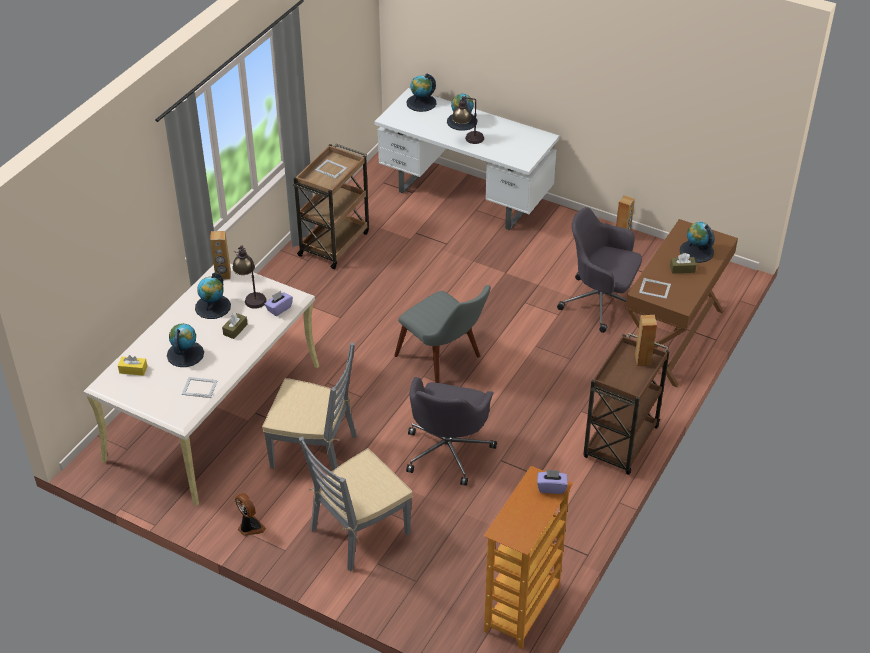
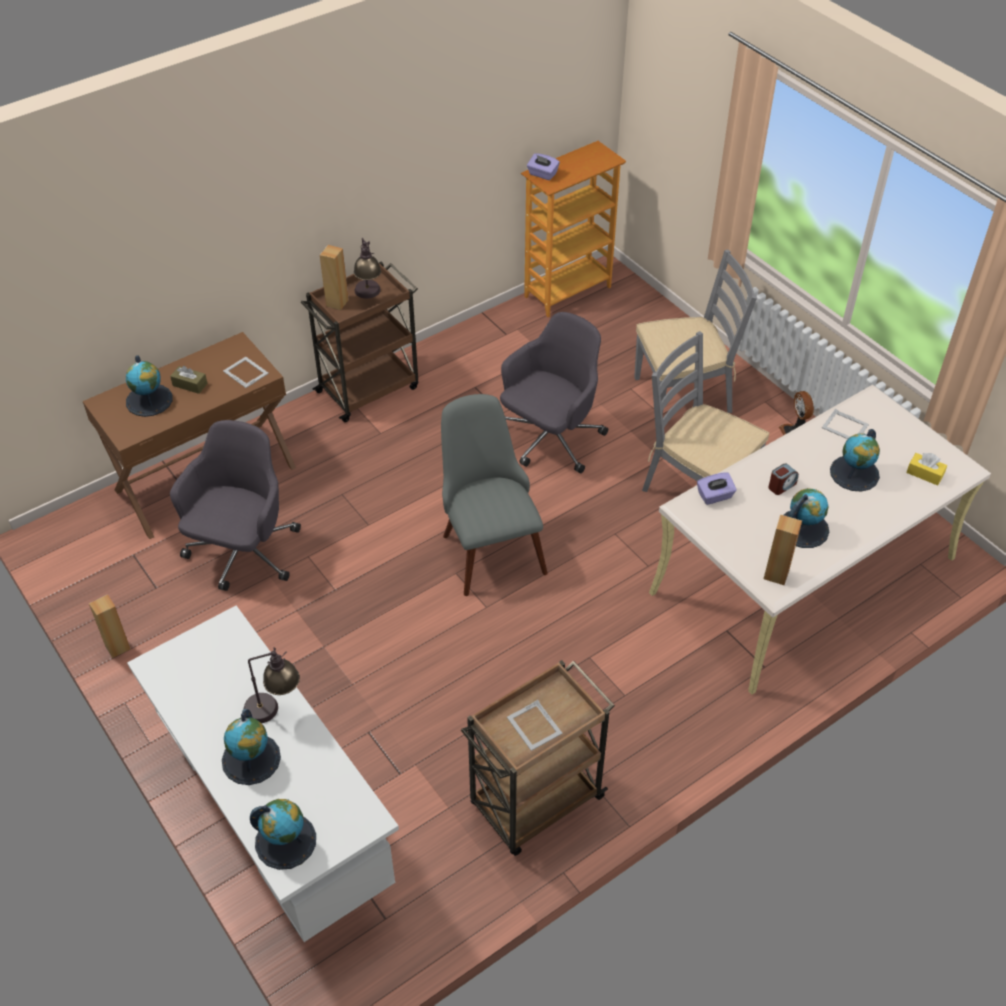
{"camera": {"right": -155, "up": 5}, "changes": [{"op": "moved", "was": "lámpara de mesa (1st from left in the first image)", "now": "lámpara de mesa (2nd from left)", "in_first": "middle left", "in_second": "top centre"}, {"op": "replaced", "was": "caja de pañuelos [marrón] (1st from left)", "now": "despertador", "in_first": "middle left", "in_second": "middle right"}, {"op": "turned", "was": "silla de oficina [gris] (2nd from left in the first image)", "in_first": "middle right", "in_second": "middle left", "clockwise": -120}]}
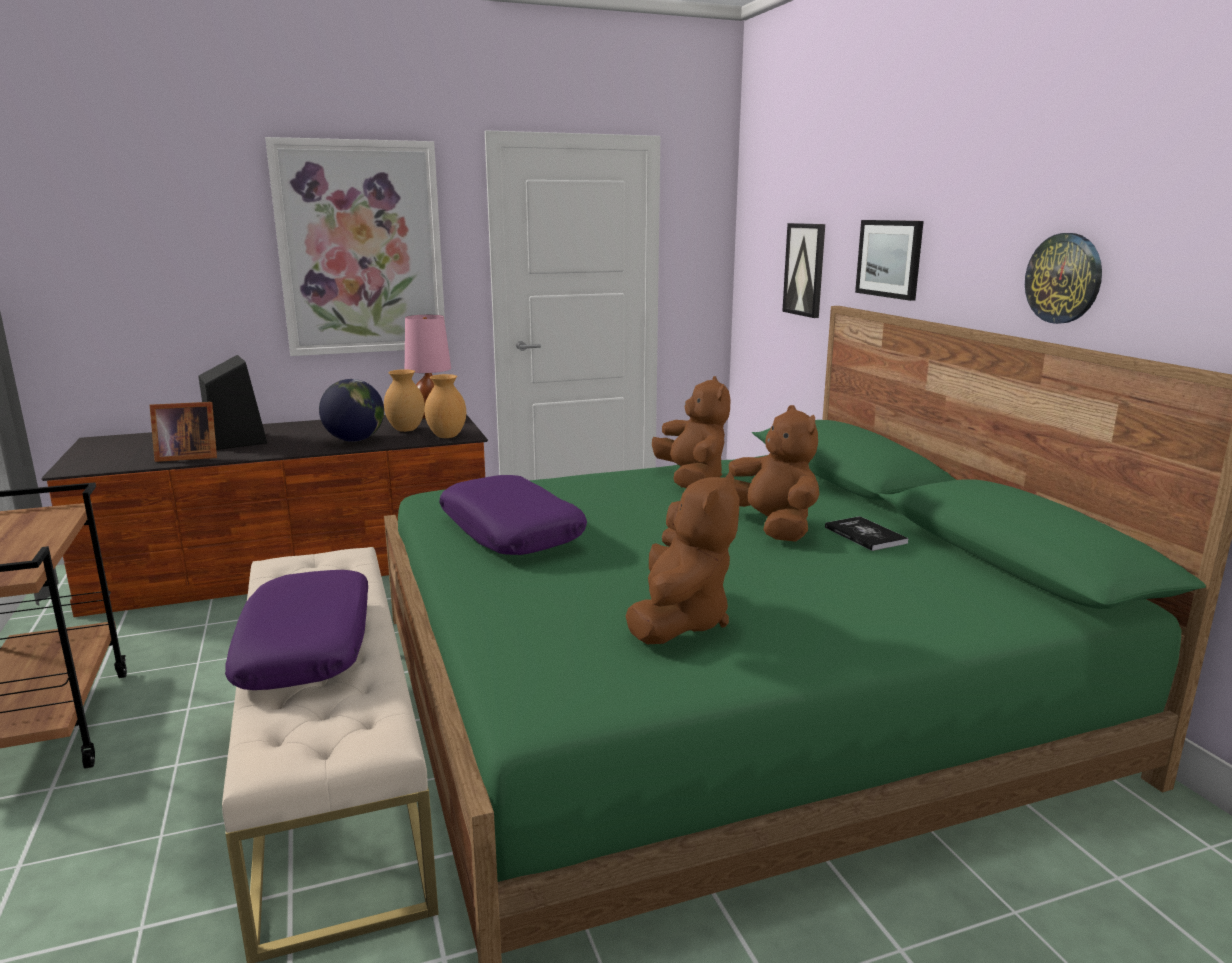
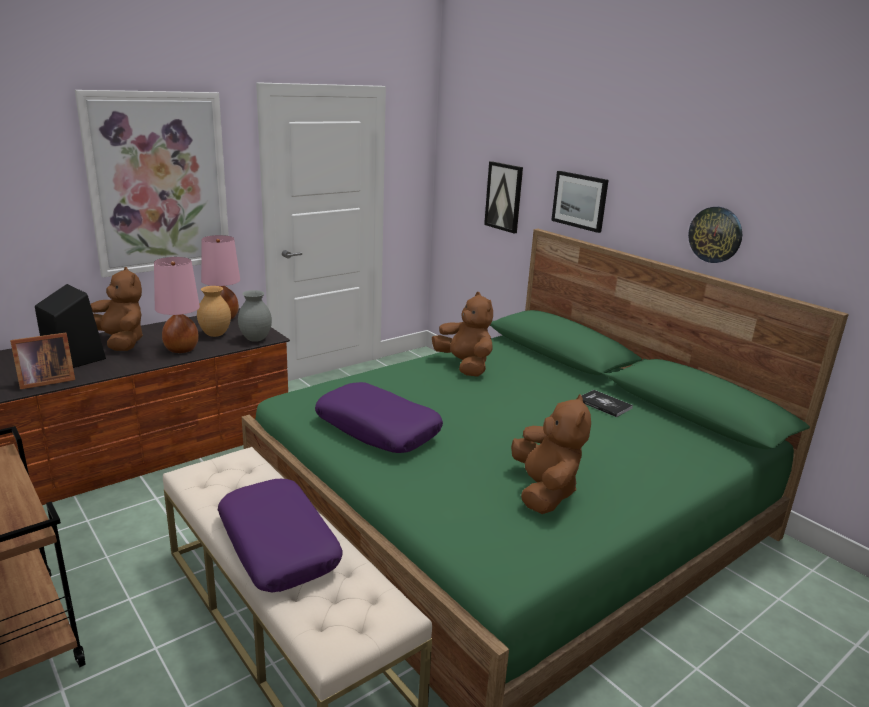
{"camera": {"right": -20, "up": 5}, "changes": [{"op": "moved", "was": "peluche [marrón] (3rd from left in the first image)", "now": "peluche [marrón] (1st from left)", "in_first": "centre", "in_second": "middle left"}, {"op": "replaced", "was": "globo terráqueo", "now": "lámpara de mesa [rosa] (1st from left)", "in_first": "middle left", "in_second": "middle left"}, {"op": "recoloured", "was": "florero [marrón] (2nd from left)", "now": "florero [gris]", "in_first": "centre", "in_second": "middle left"}]}
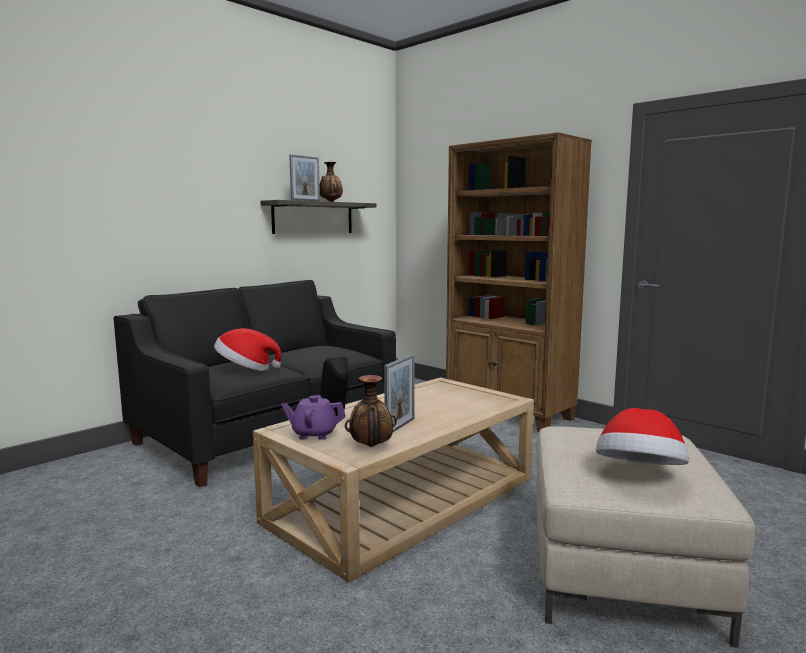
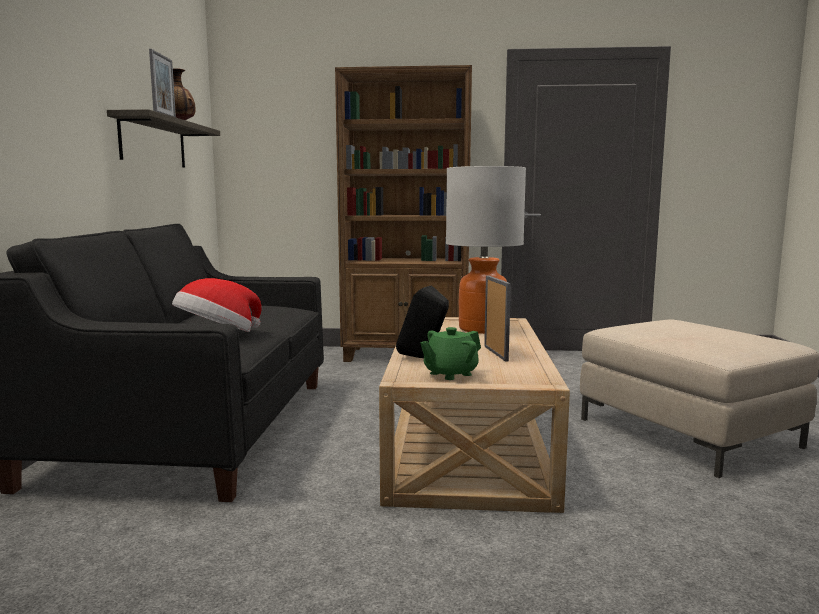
{"camera": {"right": -40, "up": 0}, "changes": [{"op": "removed", "was": "florero (2nd from left)", "in_first": "centre"}, {"op": "removed", "was": "sombrero (2nd from left)", "in_first": "bottom right"}, {"op": "added", "now": "lámpara de mesa", "in_second": "centre"}, {"op": "recoloured", "was": "tetera [morado]", "now": "tetera [verde]", "in_first": "centre", "in_second": "centre"}]}
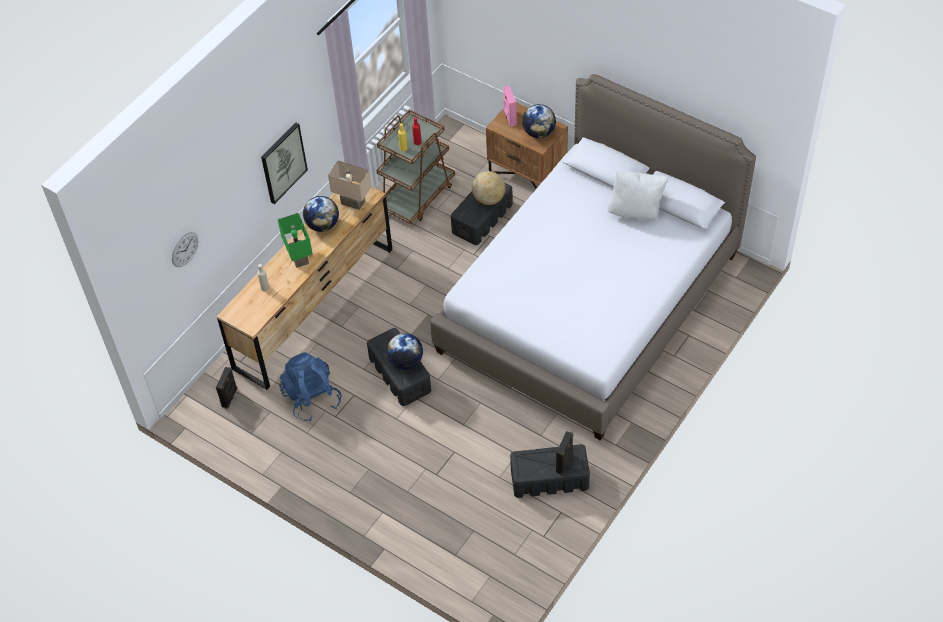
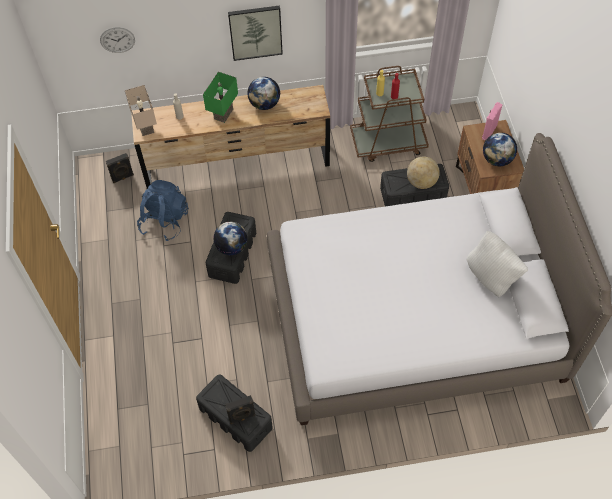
{"camera": {"right": 45, "up": 5}, "changes": [{"op": "moved", "was": "lámpara de mesa [beis]", "in_first": "top centre", "in_second": "top left"}]}
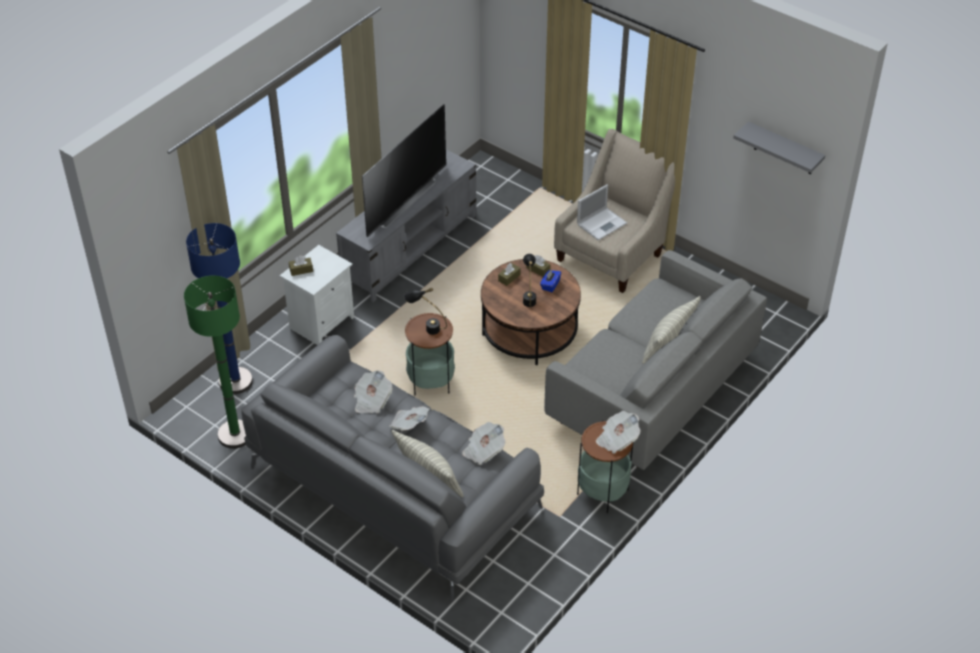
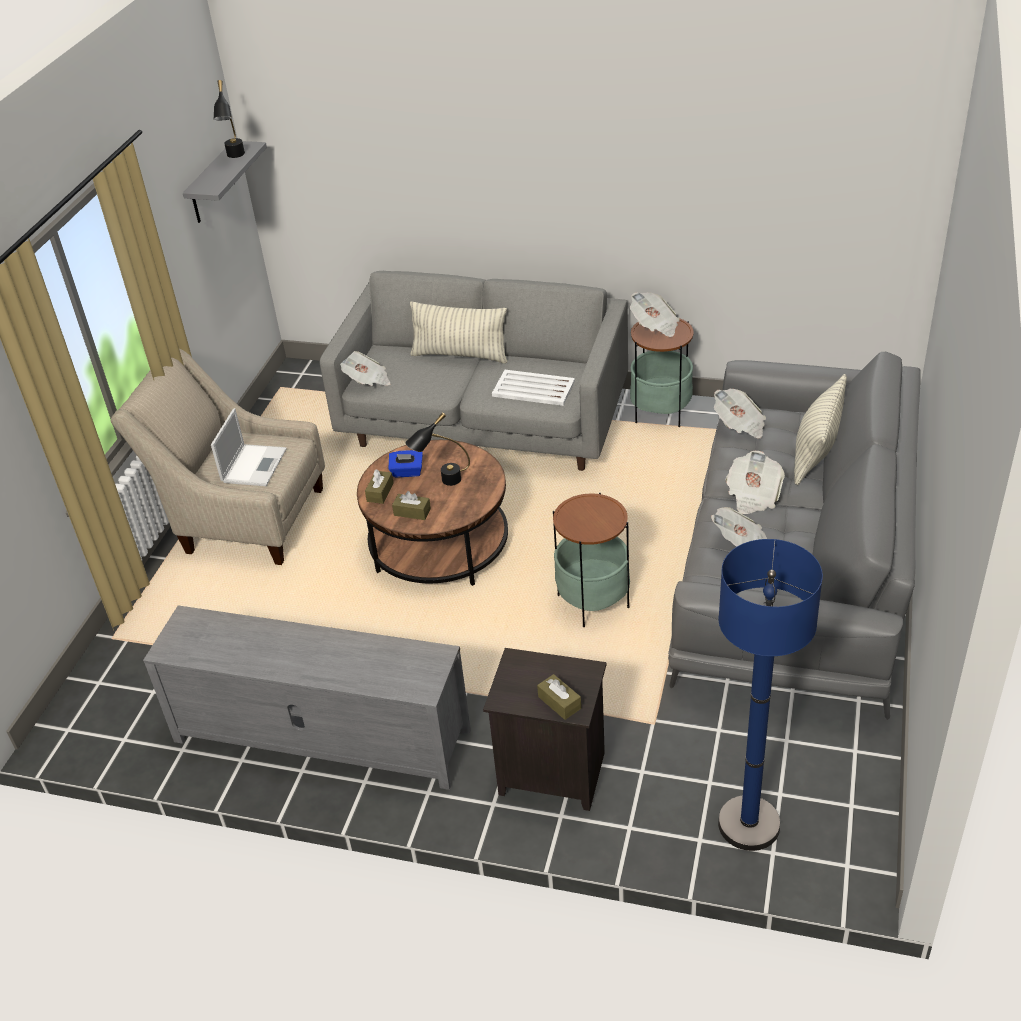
{"camera": {"right": -110, "up": -5}, "changes": [{"op": "removed", "was": "lámpara de pie [verde]", "in_first": "middle left"}, {"op": "removed", "was": "televisor", "in_first": "top centre"}, {"op": "added", "now": "periódico (1st from left)", "in_second": "centre"}, {"op": "added", "now": "bandeja [blanco]", "in_second": "centre"}, {"op": "moved", "was": "lámpara de mesa [negro] (1st from left)", "in_first": "centre", "in_second": "top left"}, {"op": "recoloured", "was": "mesita de noche [blanco]", "now": "mesita de noche [negro]", "in_first": "middle left", "in_second": "bottom centre"}, {"op": "turned", "was": "portátil", "in_first": "top centre", "in_second": "middle left", "clockwise": 75}]}
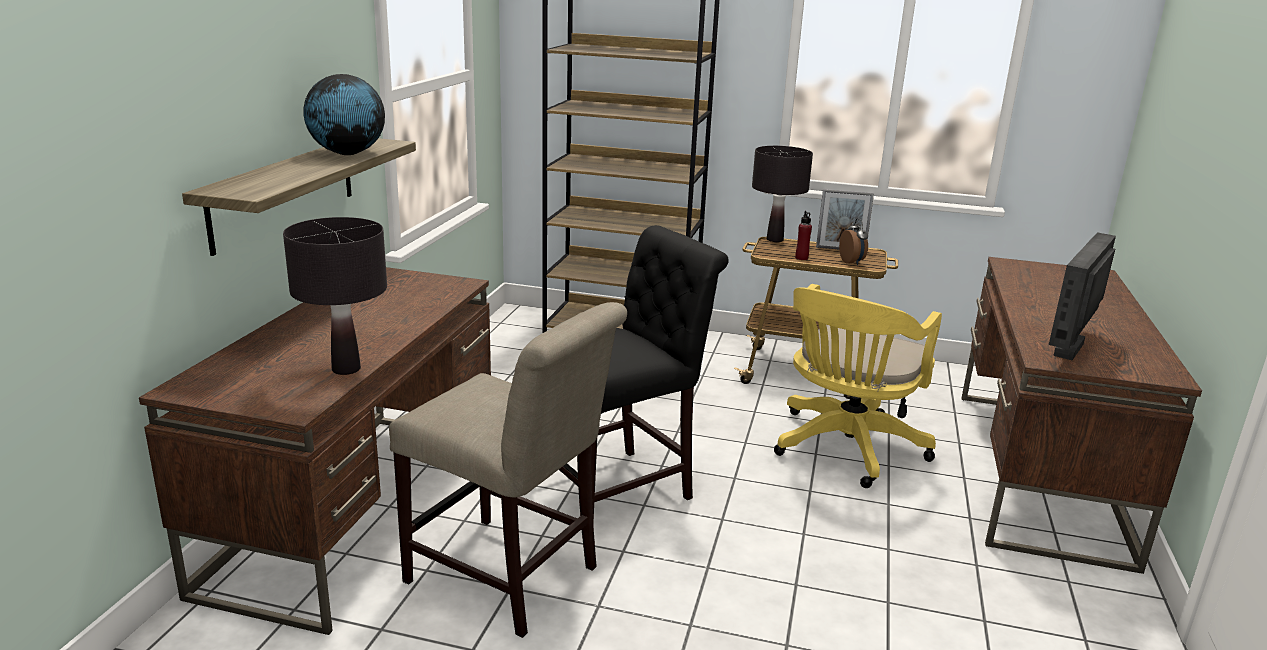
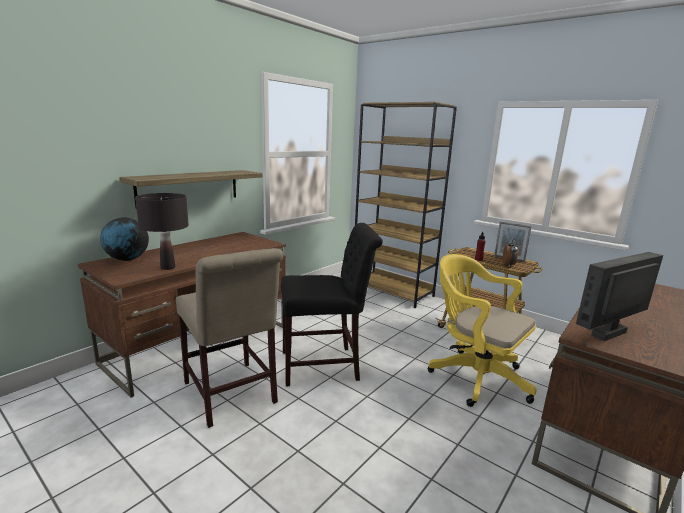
{"camera": {"right": 25, "up": -5}, "changes": [{"op": "removed", "was": "lámpara de mesa [negro] (2nd from left)", "in_first": "top centre"}, {"op": "moved", "was": "globo terráqueo", "in_first": "top left", "in_second": "middle left"}, {"op": "turned", "was": "silla de oficina [amarillo]", "in_first": "middle right", "in_second": "middle right", "clockwise": 75}]}
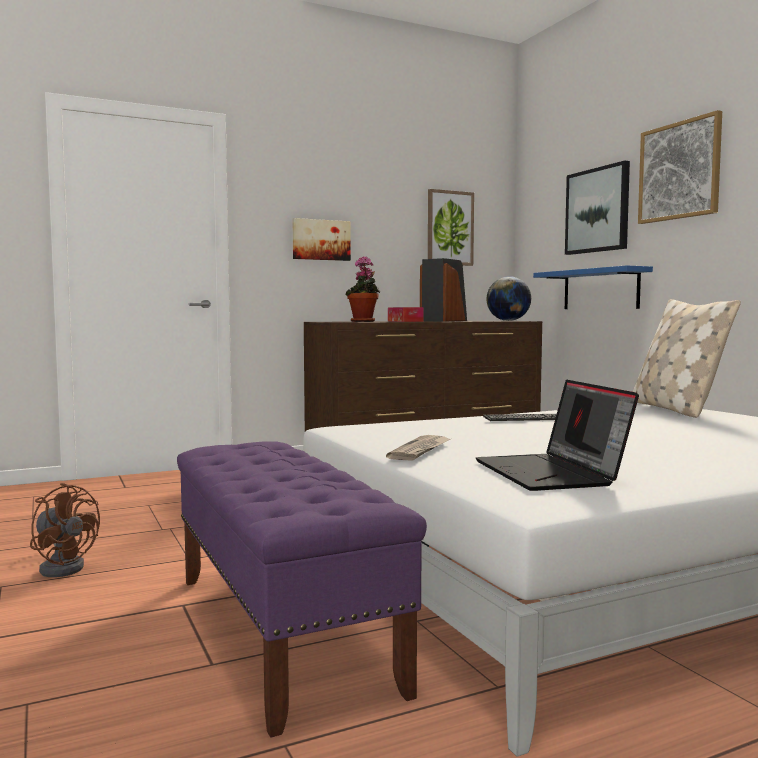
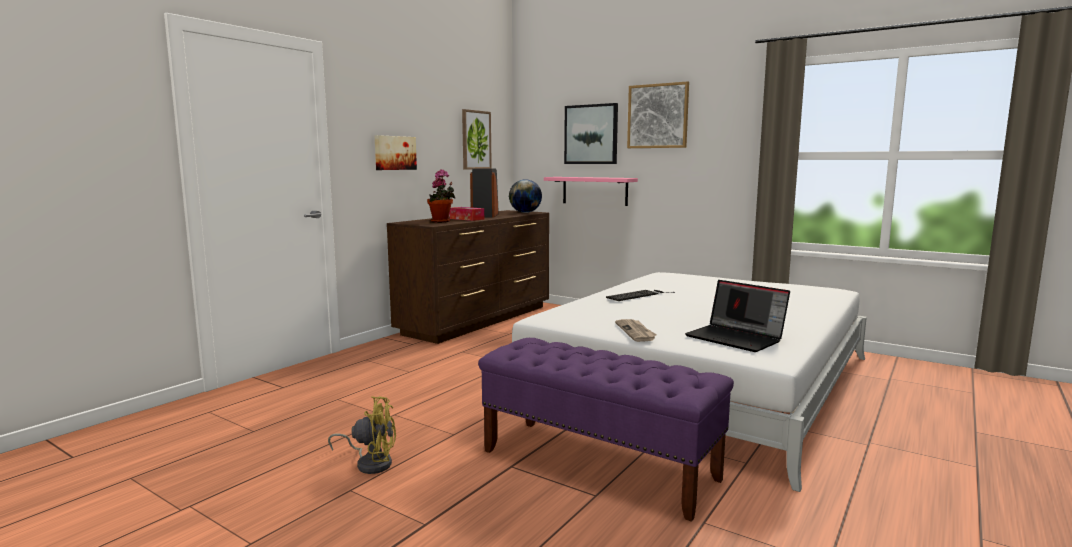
{"camera": {"right": -30, "up": 5}, "changes": [{"op": "removed", "was": "cojín [beis]", "in_first": "middle right"}, {"op": "recoloured", "was": "ventilador [marrón]", "now": "ventilador [amarillo]", "in_first": "bottom left", "in_second": "bottom centre"}, {"op": "recoloured", "was": "estante [azul]", "now": "estante [rosa]", "in_first": "middle right", "in_second": "centre"}]}
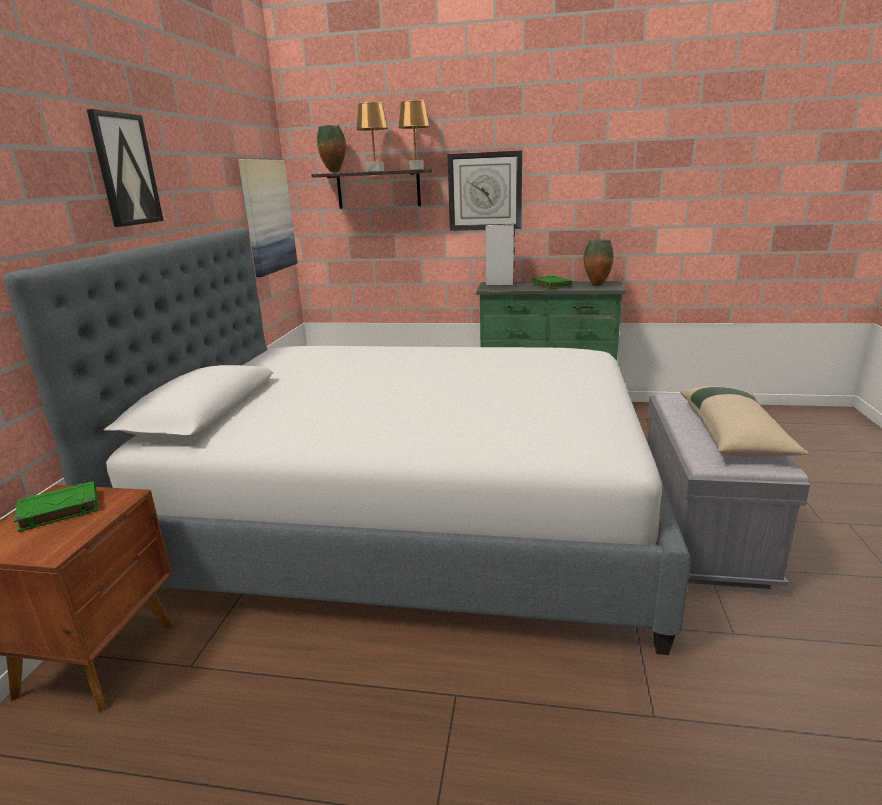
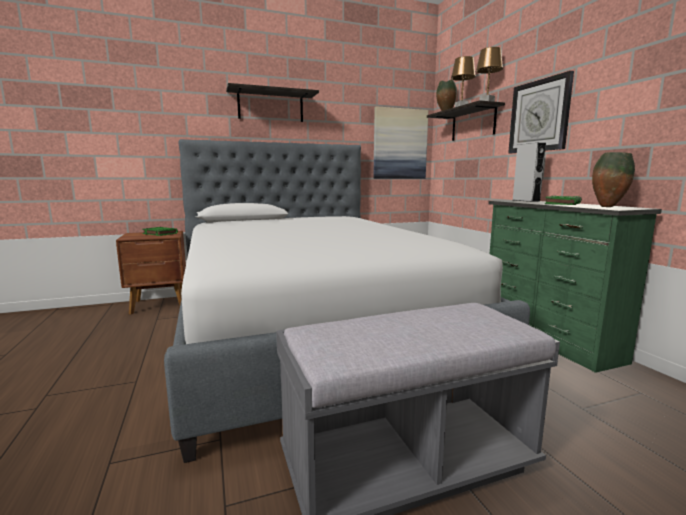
{"camera": {"right": 60, "up": -10}, "changes": [{"op": "removed", "was": "cojín [beis]", "in_first": "middle right"}, {"op": "replaced", "was": "cuadro (1st from left)", "now": "estante (1st from left)", "in_first": "top left", "in_second": "top centre"}]}
